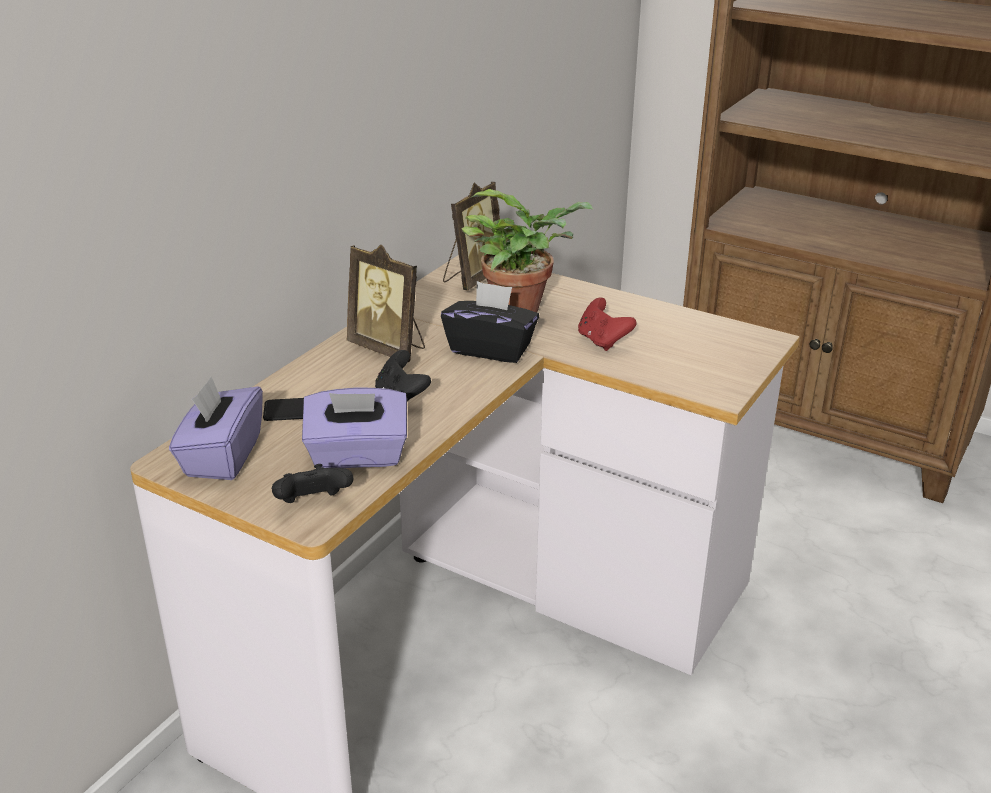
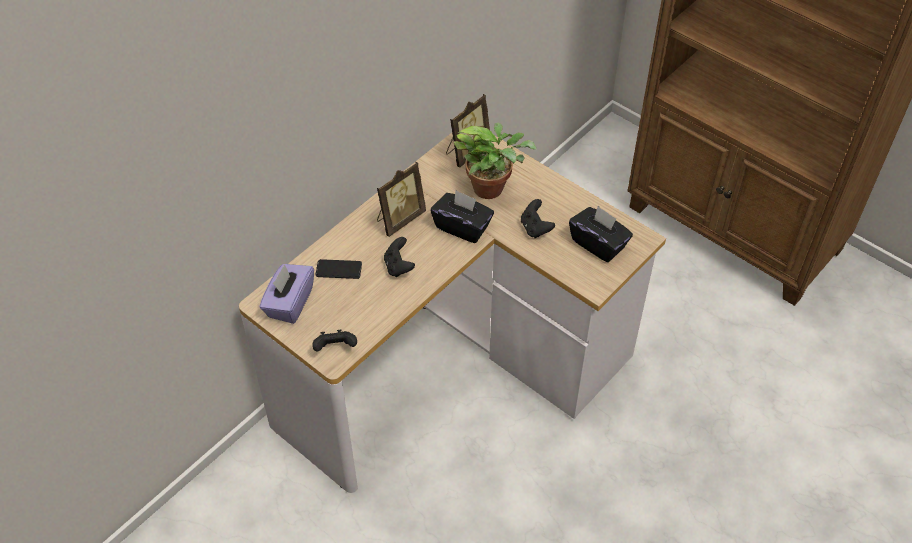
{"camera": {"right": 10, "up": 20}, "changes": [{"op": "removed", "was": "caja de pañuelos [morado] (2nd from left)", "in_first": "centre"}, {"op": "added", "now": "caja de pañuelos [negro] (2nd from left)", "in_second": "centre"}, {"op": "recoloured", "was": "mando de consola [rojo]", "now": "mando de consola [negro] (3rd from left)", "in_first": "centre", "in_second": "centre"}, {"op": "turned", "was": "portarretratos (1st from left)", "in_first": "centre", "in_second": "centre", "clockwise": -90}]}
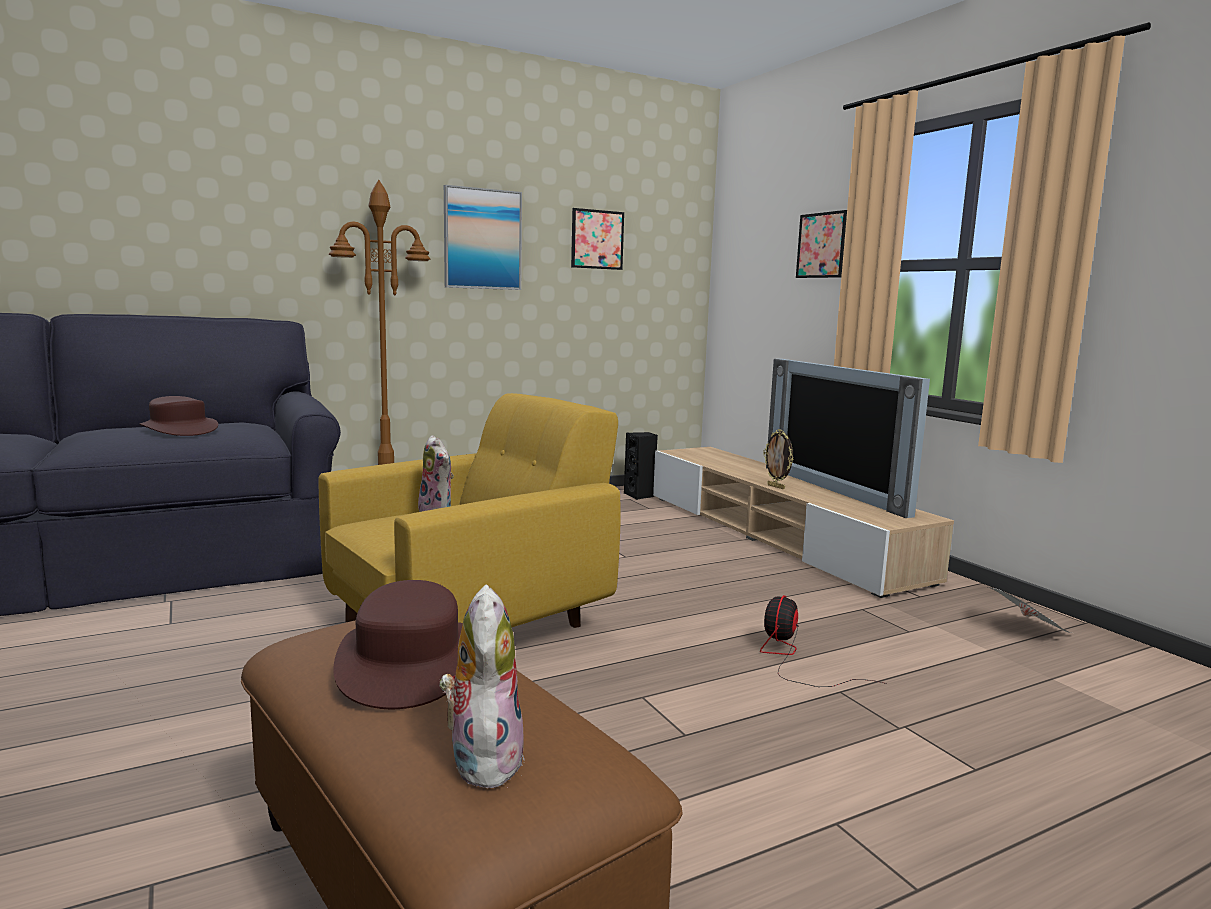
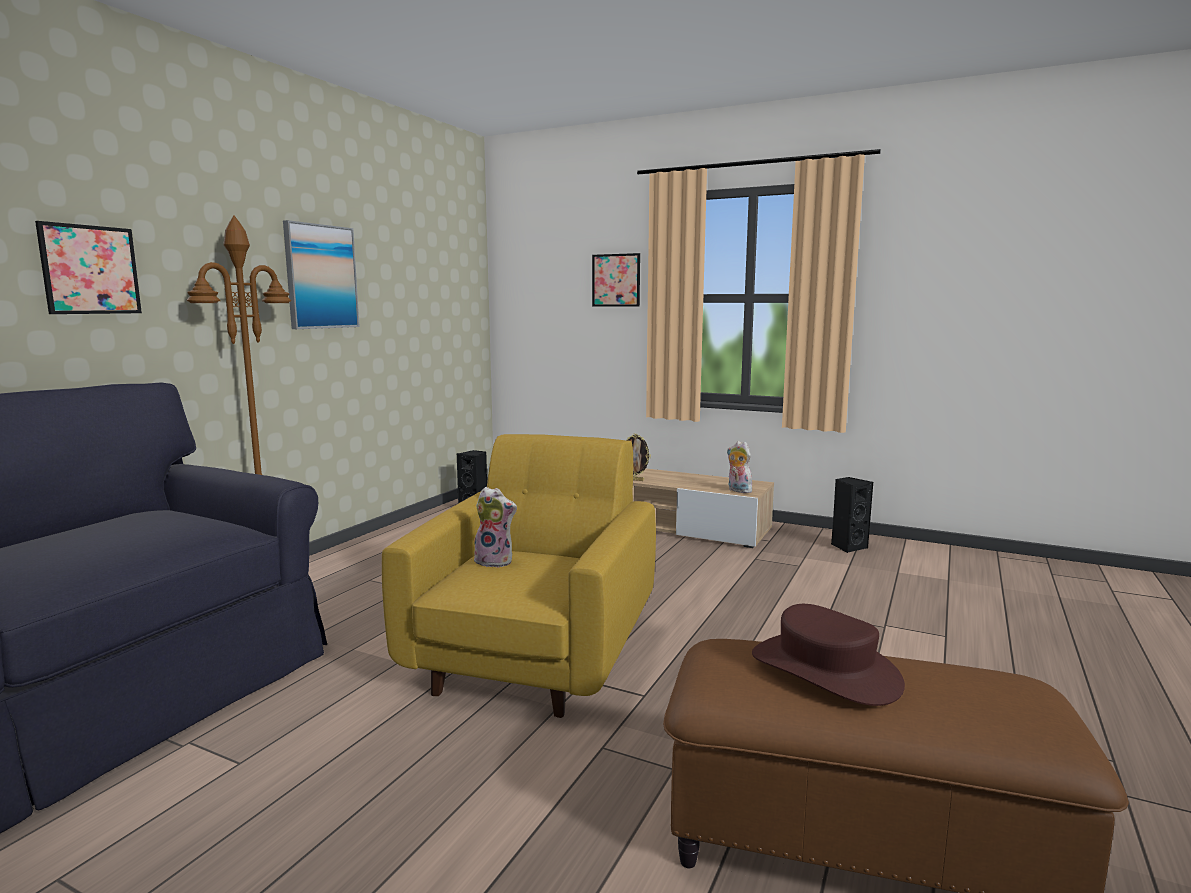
{"camera": {"right": -35, "up": 0}, "changes": [{"op": "removed", "was": "sombrero [marrón] (1st from left)", "in_first": "middle left"}, {"op": "removed", "was": "ventilador", "in_first": "bottom right"}, {"op": "removed", "was": "televisor", "in_first": "middle right"}, {"op": "moved", "was": "peluche (2nd from left)", "in_first": "bottom centre", "in_second": "centre"}, {"op": "moved", "was": "cuadro (2nd from left in the first image)", "now": "cuadro (1st from left)", "in_first": "top centre", "in_second": "top left"}, {"op": "replaced", "was": "periódico", "now": "altavoz [negro] (2nd from left)", "in_first": "bottom right", "in_second": "middle right"}]}
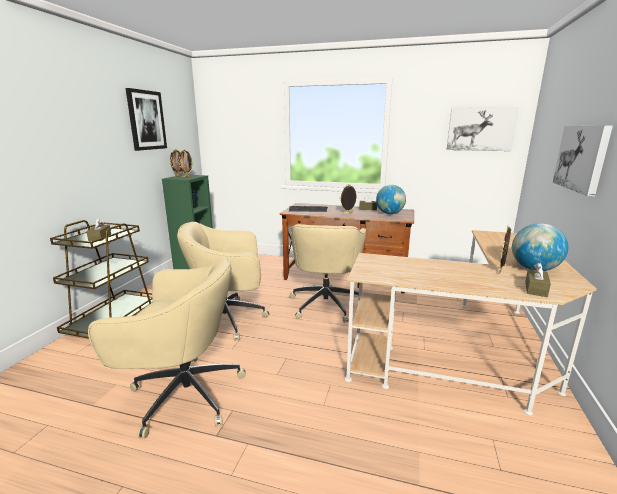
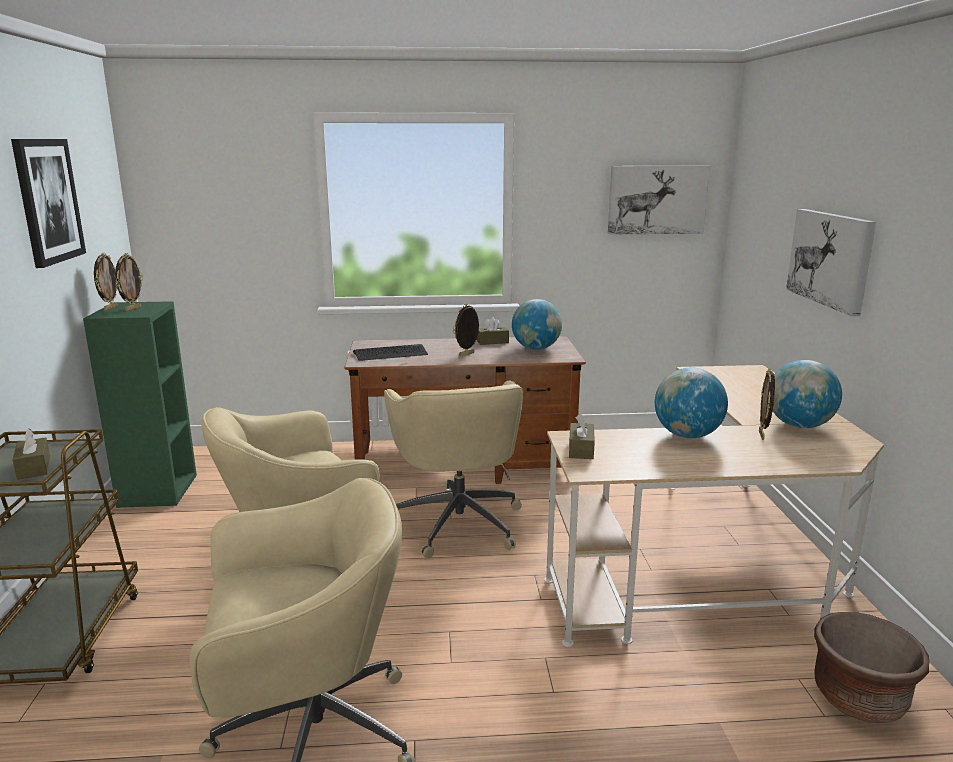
{"camera": {"right": -20, "up": 0}, "changes": [{"op": "added", "now": "globo terráqueo (2nd from left)", "in_second": "middle right"}, {"op": "added", "now": "maceta [marrón]", "in_second": "bottom right"}, {"op": "moved", "was": "caja de pañuelos [marrón] (3rd from left)", "in_first": "middle right", "in_second": "centre"}]}
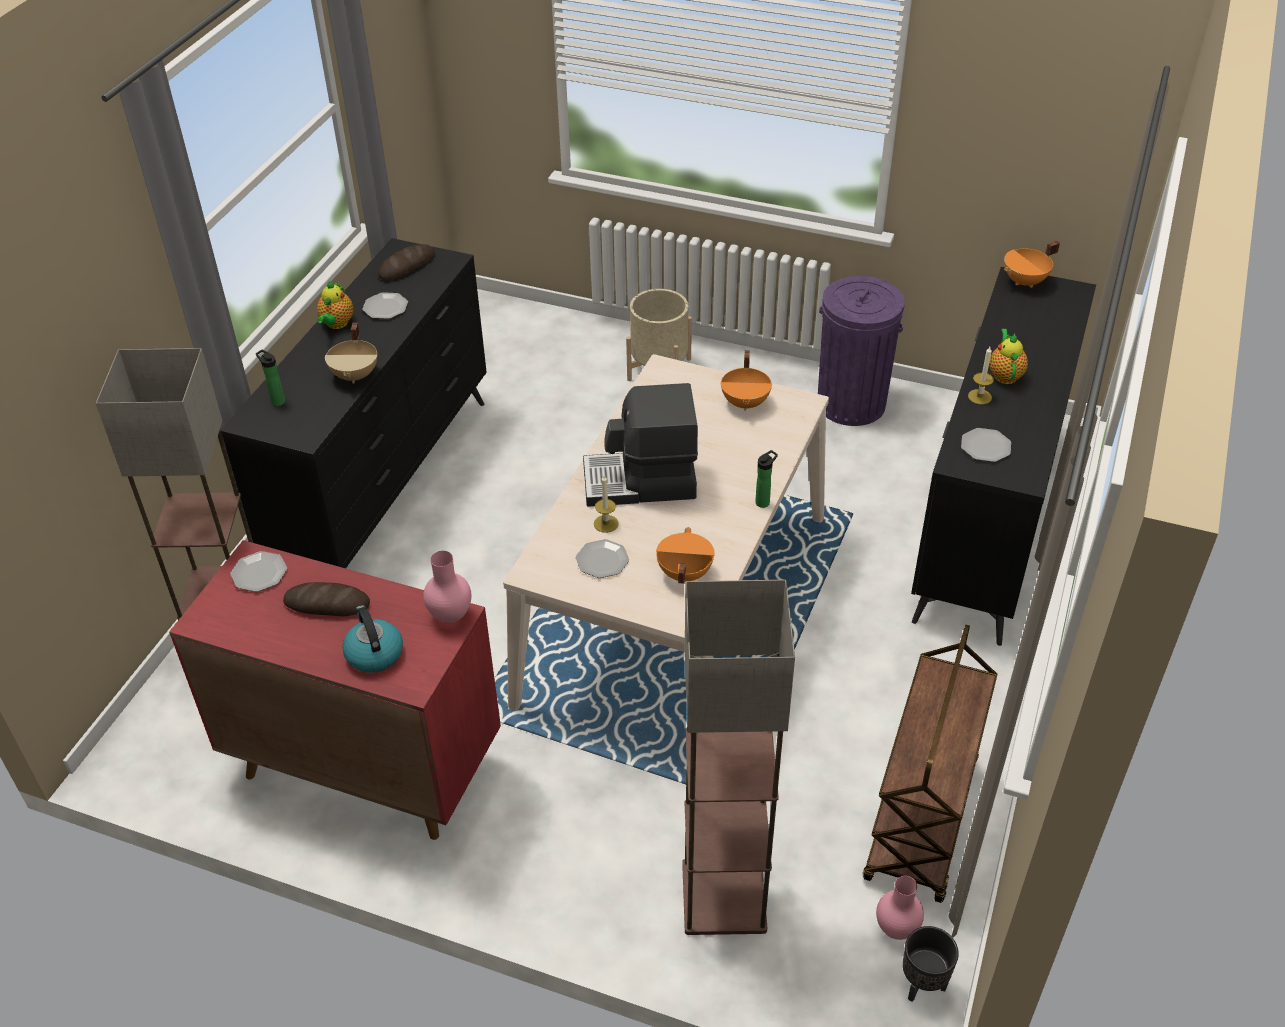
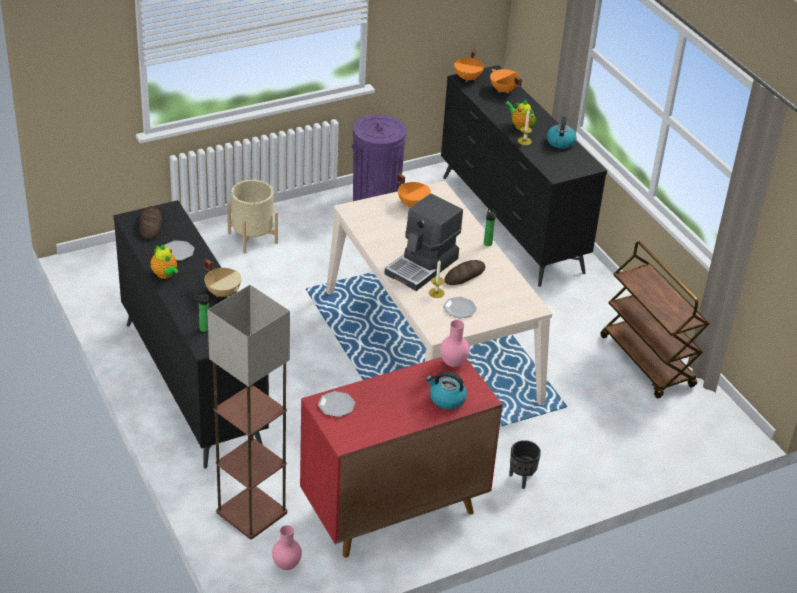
{"camera": {"right": -50, "up": -5}, "changes": [{"op": "removed", "was": "lámpara de pie (2nd from left)", "in_first": "bottom centre"}, {"op": "removed", "was": "plato (4th from left)", "in_first": "middle right"}, {"op": "added", "now": "hervidor (2nd from left)", "in_second": "top right"}, {"op": "moved", "was": "pan (1st from left in the first image)", "now": "pan (2nd from left)", "in_first": "middle left", "in_second": "centre"}, {"op": "moved", "was": "olla [naranja] (1st from left in the first image)", "now": "olla [naranja] (3rd from left)", "in_first": "centre", "in_second": "top centre"}, {"op": "moved", "was": "florero [rosa] (2nd from left in the first image)", "now": "florero [rosa] (1st from left)", "in_first": "bottom right", "in_second": "bottom centre"}, {"op": "moved", "was": "maceta [negro]", "in_first": "bottom right", "in_second": "bottom centre"}]}
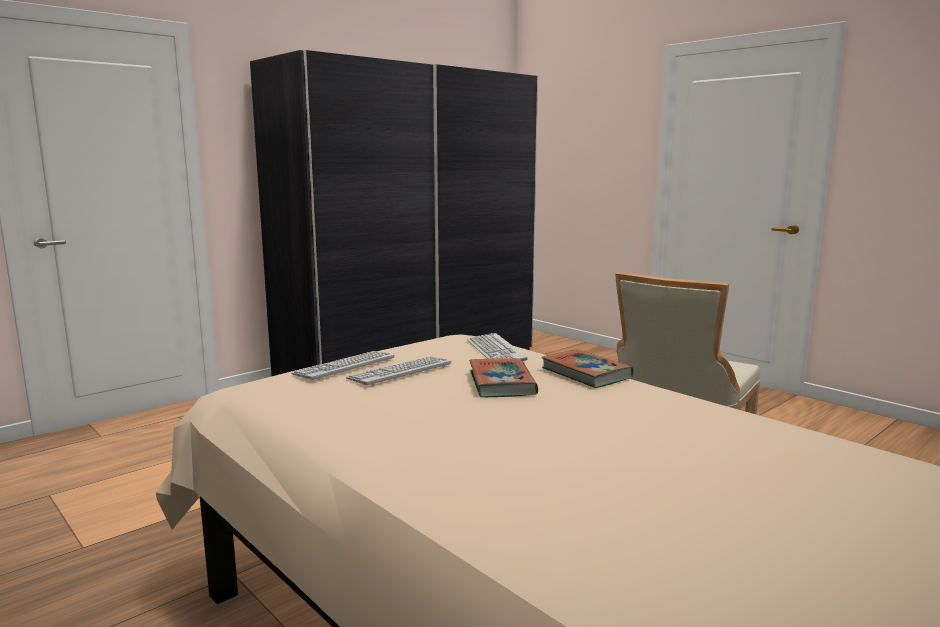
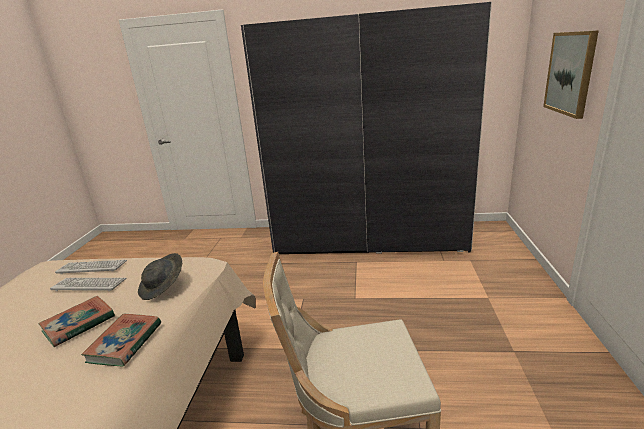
{"camera": {"right": 50, "up": 10}, "changes": [{"op": "added", "now": "cuadro", "in_second": "top right"}, {"op": "replaced", "was": "teclado (3rd from left)", "now": "sombrero [gris]", "in_first": "centre", "in_second": "middle left"}]}
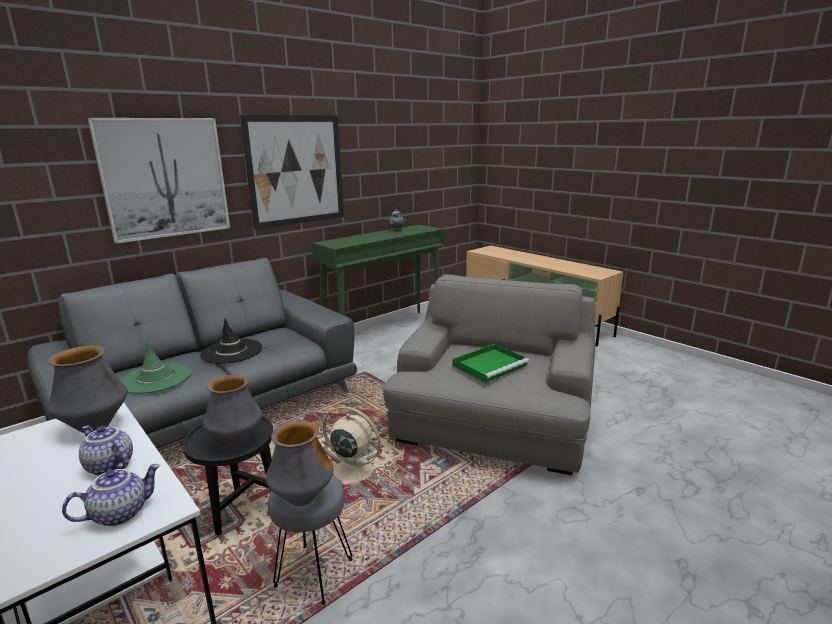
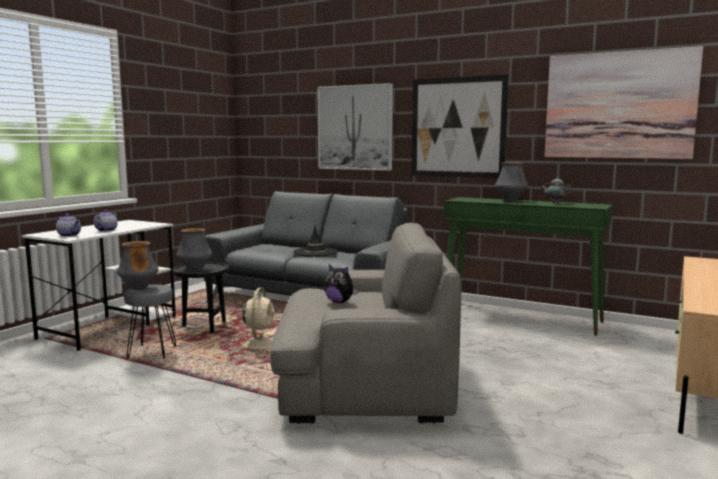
{"camera": {"right": 70, "up": -10}, "changes": [{"op": "removed", "was": "sombrero [verde]", "in_first": "middle left"}, {"op": "added", "now": "cuadro (3rd from left)", "in_second": "top right"}, {"op": "moved", "was": "florero (1st from left in the first image)", "now": "florero (3rd from left)", "in_first": "middle left", "in_second": "middle right"}, {"op": "replaced", "was": "bandeja [verde]", "now": "peluche", "in_first": "centre", "in_second": "centre"}]}
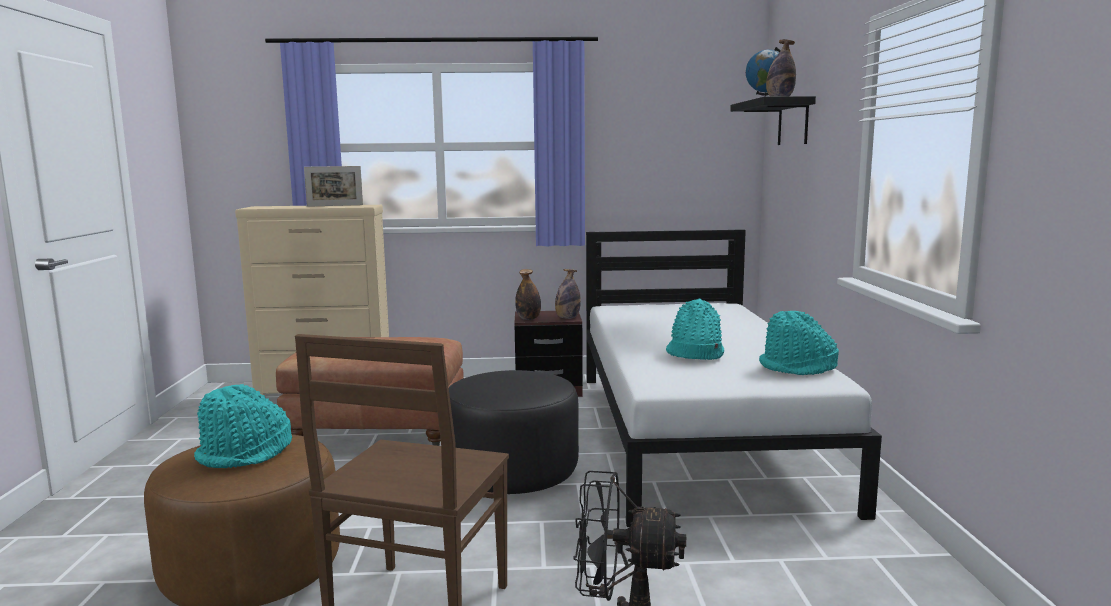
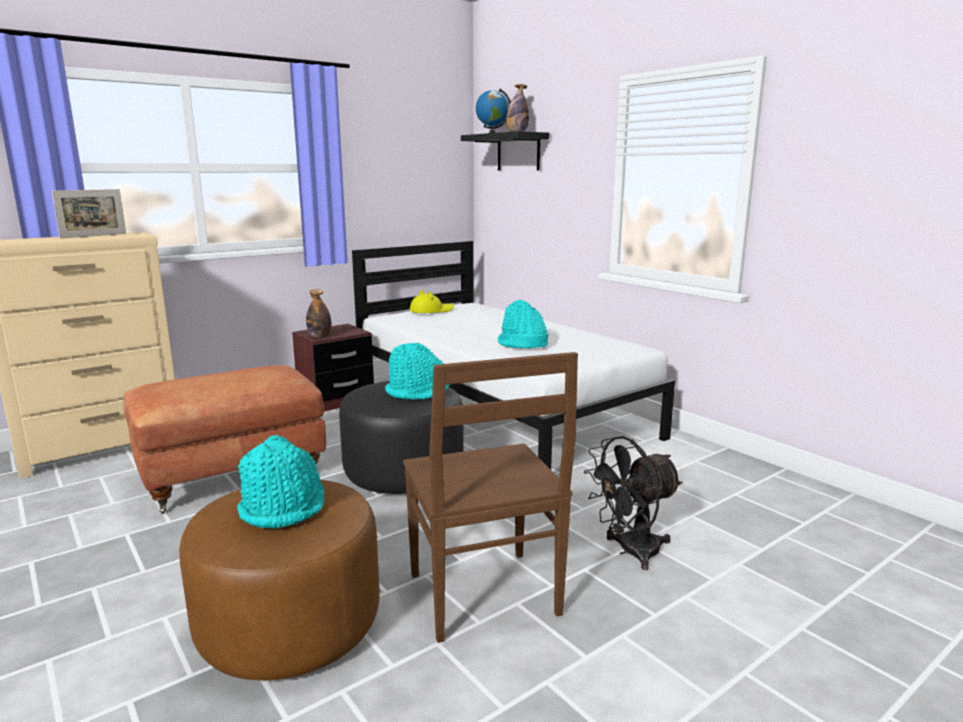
{"camera": {"right": -35, "up": 5}, "changes": [{"op": "removed", "was": "botella (2nd from left)", "in_first": "centre"}, {"op": "added", "now": "sombrero [amarillo]", "in_second": "centre"}, {"op": "moved", "was": "sombrero [turquesa] (3rd from left in the first image)", "now": "sombrero [turquesa] (2nd from left)", "in_first": "middle right", "in_second": "centre"}]}
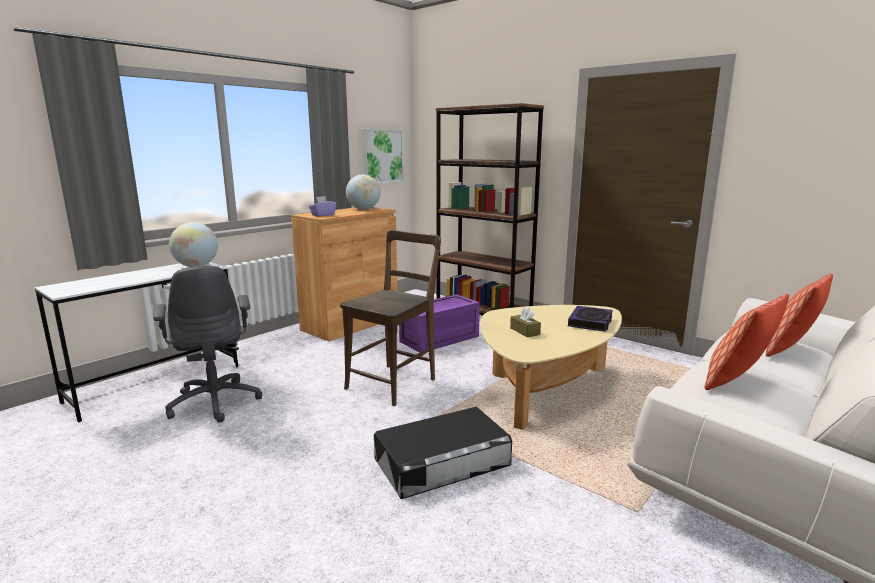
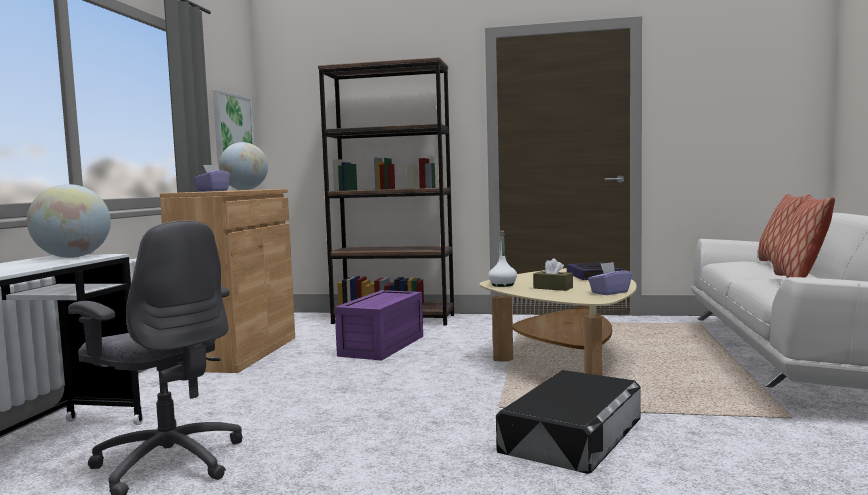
{"camera": {"right": -30, "up": -10}, "changes": [{"op": "removed", "was": "silla [marrón]", "in_first": "centre"}, {"op": "added", "now": "botella [blanco]", "in_second": "centre"}, {"op": "added", "now": "caja de pañuelos [morado] (2nd from left)", "in_second": "middle right"}]}
